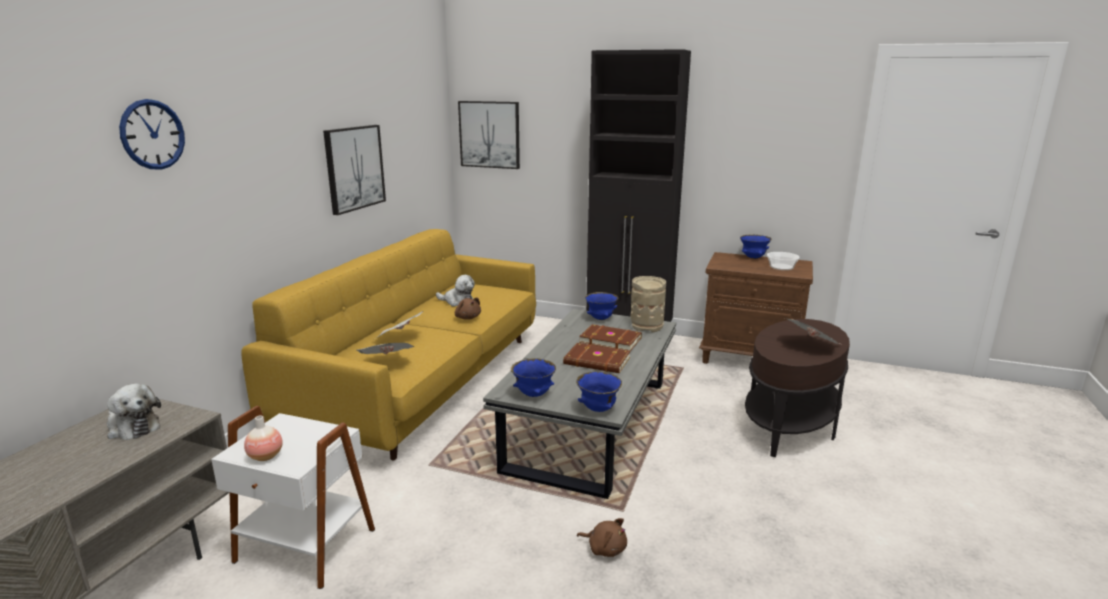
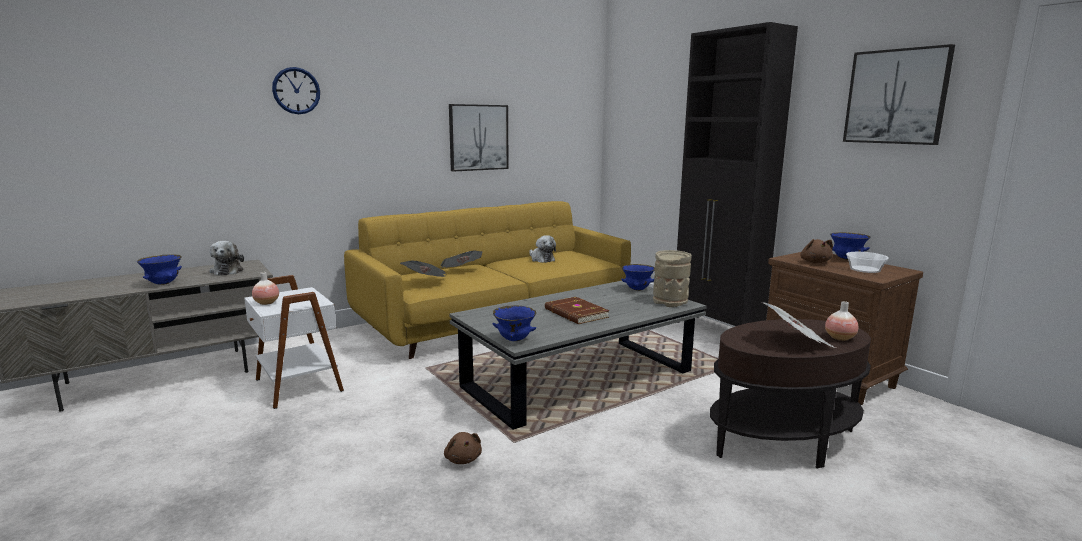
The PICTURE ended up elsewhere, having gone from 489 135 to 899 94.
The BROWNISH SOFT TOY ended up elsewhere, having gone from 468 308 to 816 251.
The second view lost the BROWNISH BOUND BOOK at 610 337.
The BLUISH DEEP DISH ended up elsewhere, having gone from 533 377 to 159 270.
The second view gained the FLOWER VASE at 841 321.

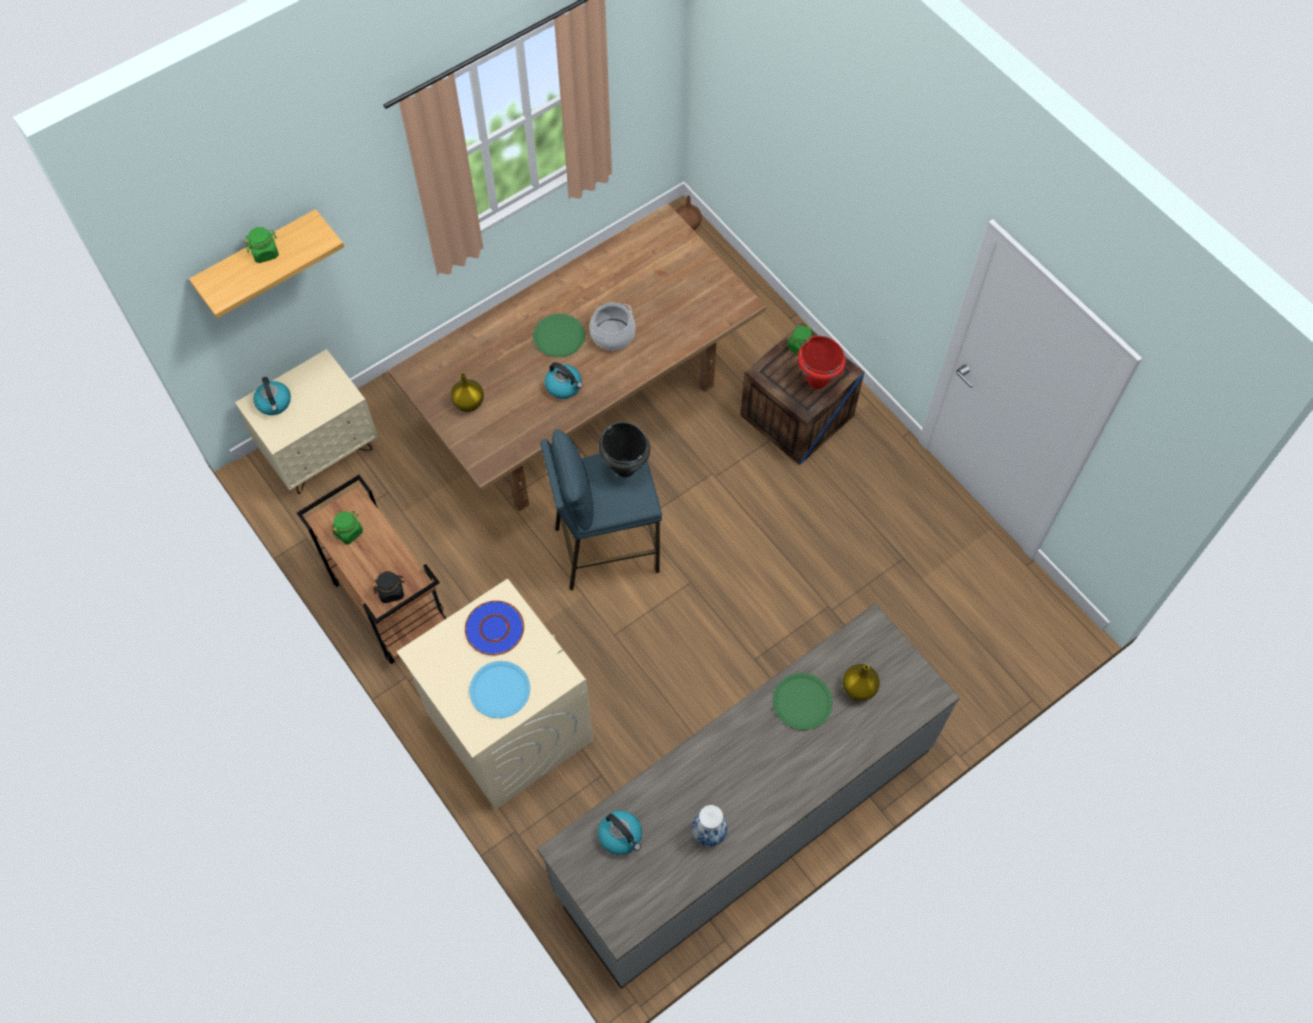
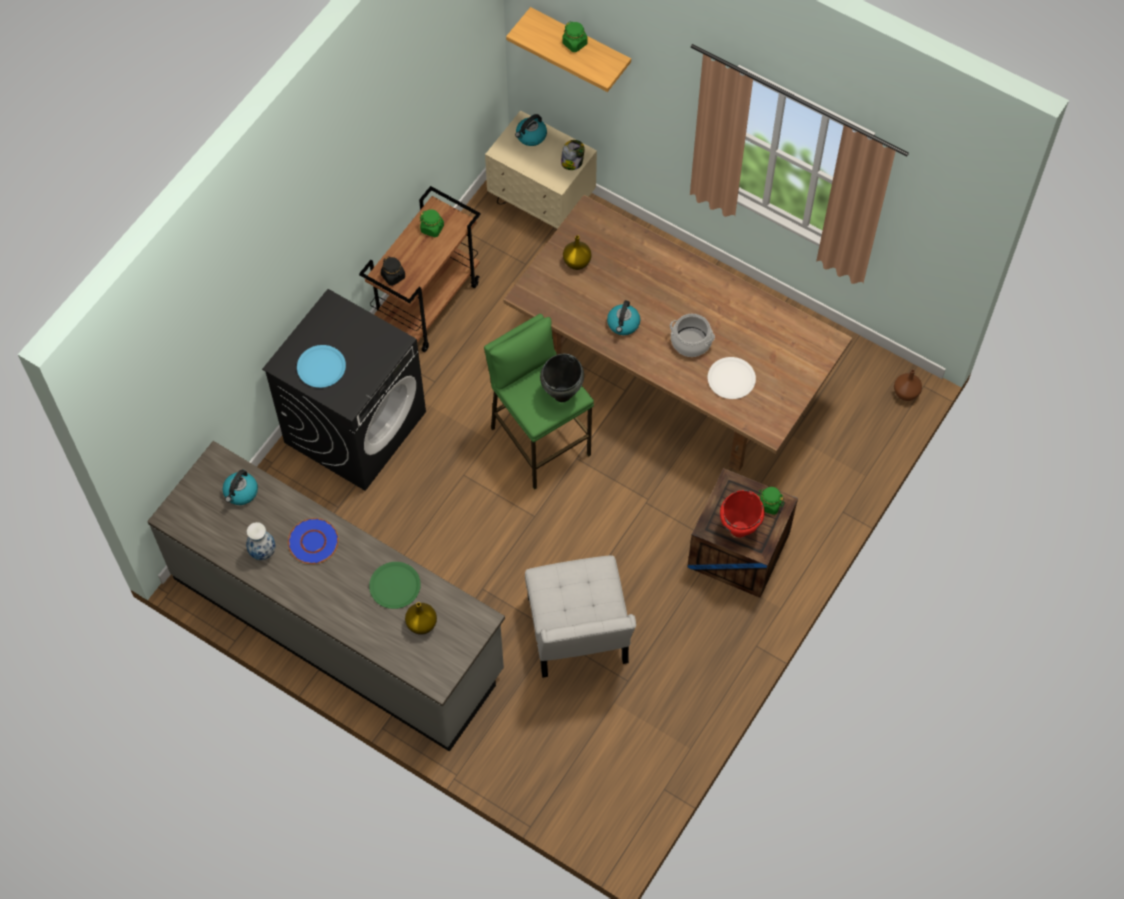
The second view lost the GREEN DINNER PLATE at 559 335.
What was the BLUISH SITTING STOOL at 601 509 turned into the GREEN SITTING STOOL at 539 402.
What was the BEIGE LAUNDRY APPLIANCE at 495 694 turned into the BLACK LAUNDRY APPLIANCE at 344 390.
The BLUISH DINNER PLATE ended up elsewhere, having gone from 494 628 to 313 541.
The second view gained the STORAGE JAR at 573 155.
The second view gained the WHITE DINNER PLATE at 732 378.
The second view gained the WHITE PLAIN CHAIR at 580 616.

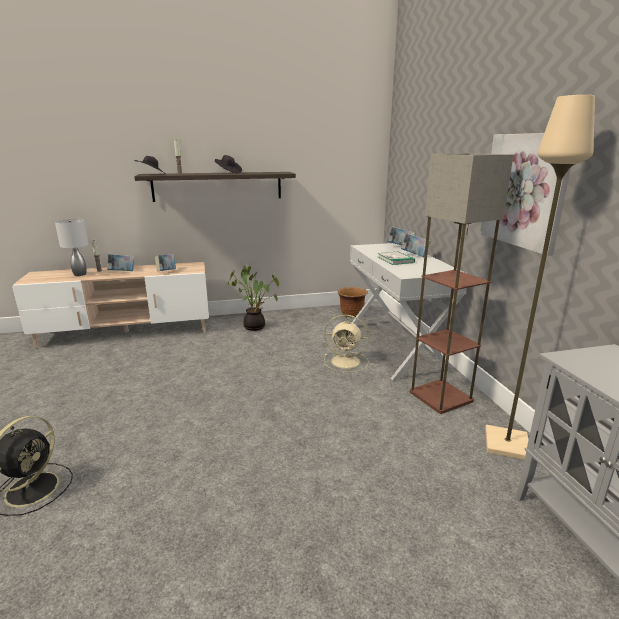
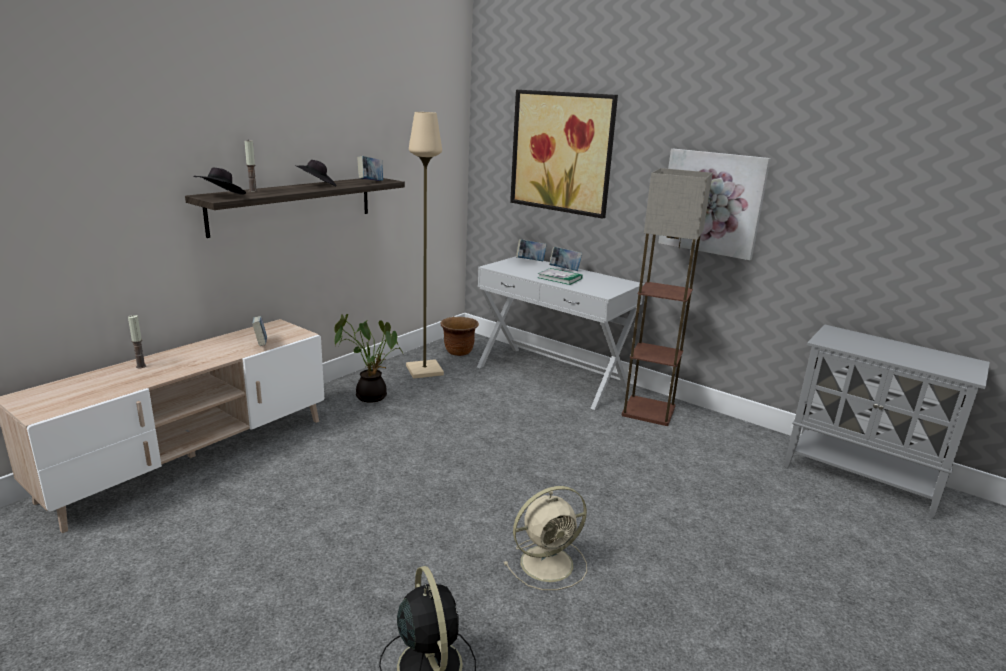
The BEIGE STANDARD LAMP ended up elsewhere, having gone from 540 277 to 425 245.
The second view lost the GREY LAMP FOR A TABLE at 72 247.
The BOUND BOOK ended up elsewhere, having gone from 120 262 to 370 168.
The BEIGE COOLING FAN ended up elsewhere, having gone from 346 343 to 545 538.
The second view gained the PICTURE at 564 154.

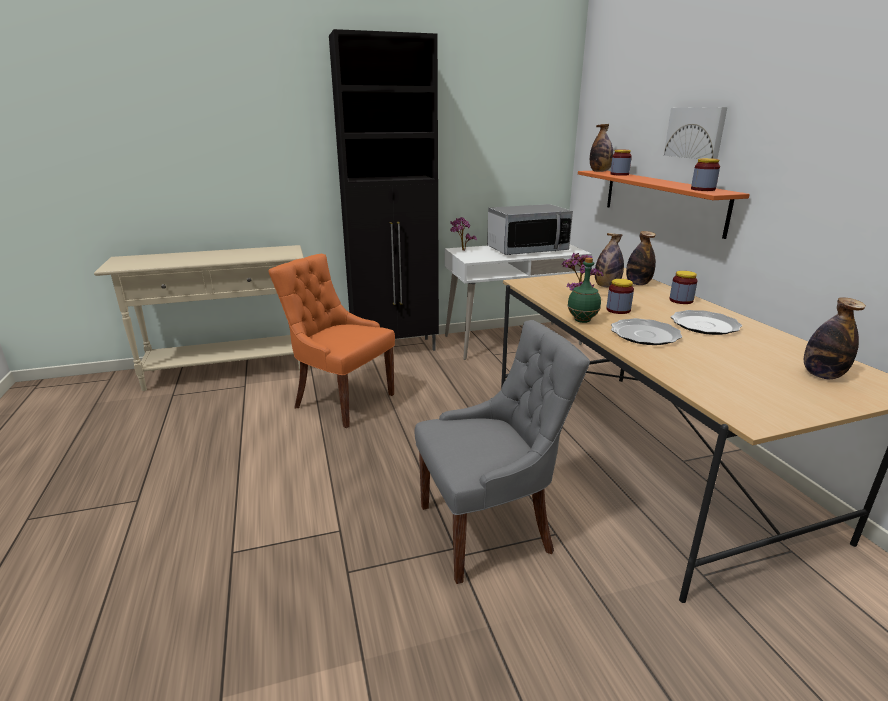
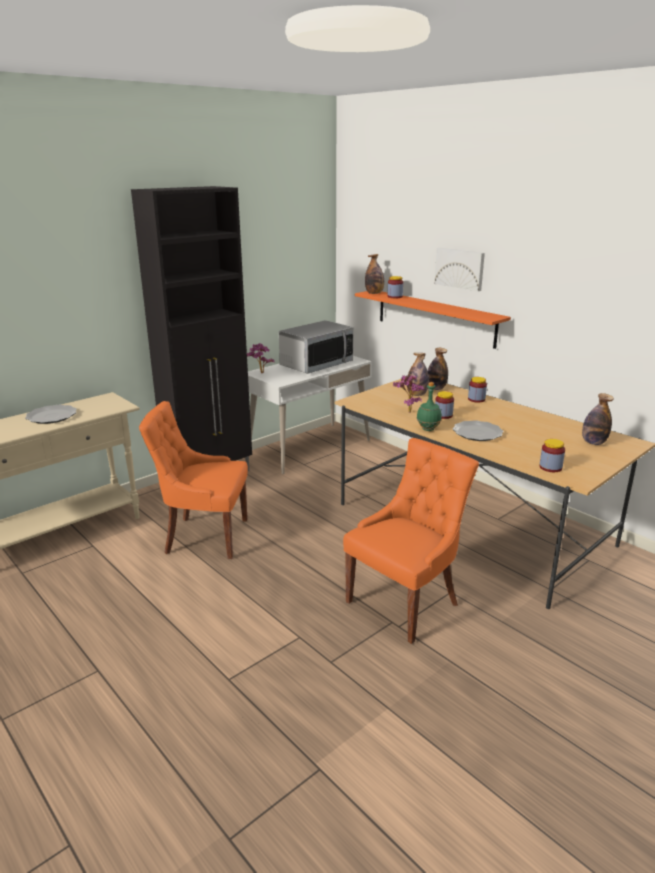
The STORAGE JAR ended up elsewhere, having gone from 705 174 to 552 455.
The DINNER PLATE ended up elsewhere, having gone from 706 322 to 51 414.
What was the GREY PLAIN CHAIR at 502 452 turned into the ORANGEY PLAIN CHAIR at 411 541.

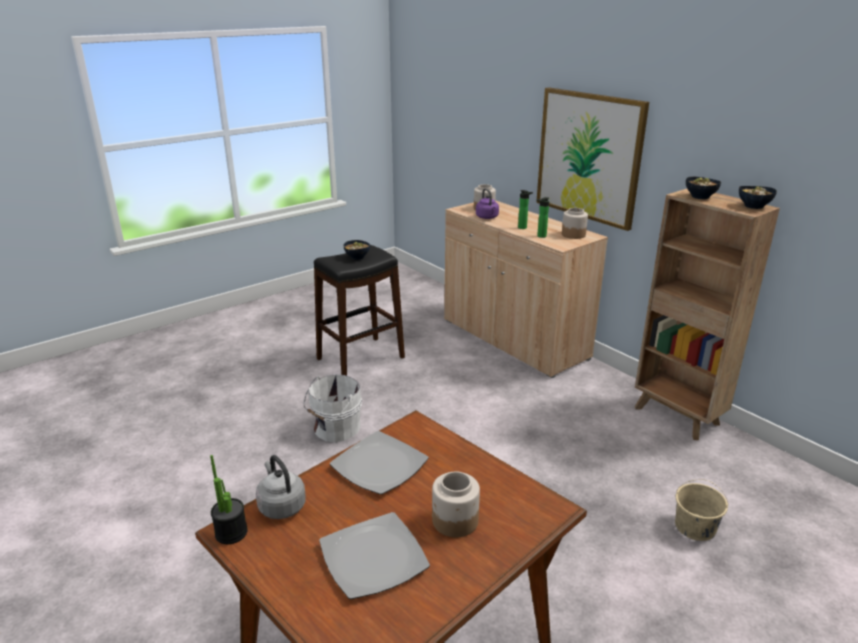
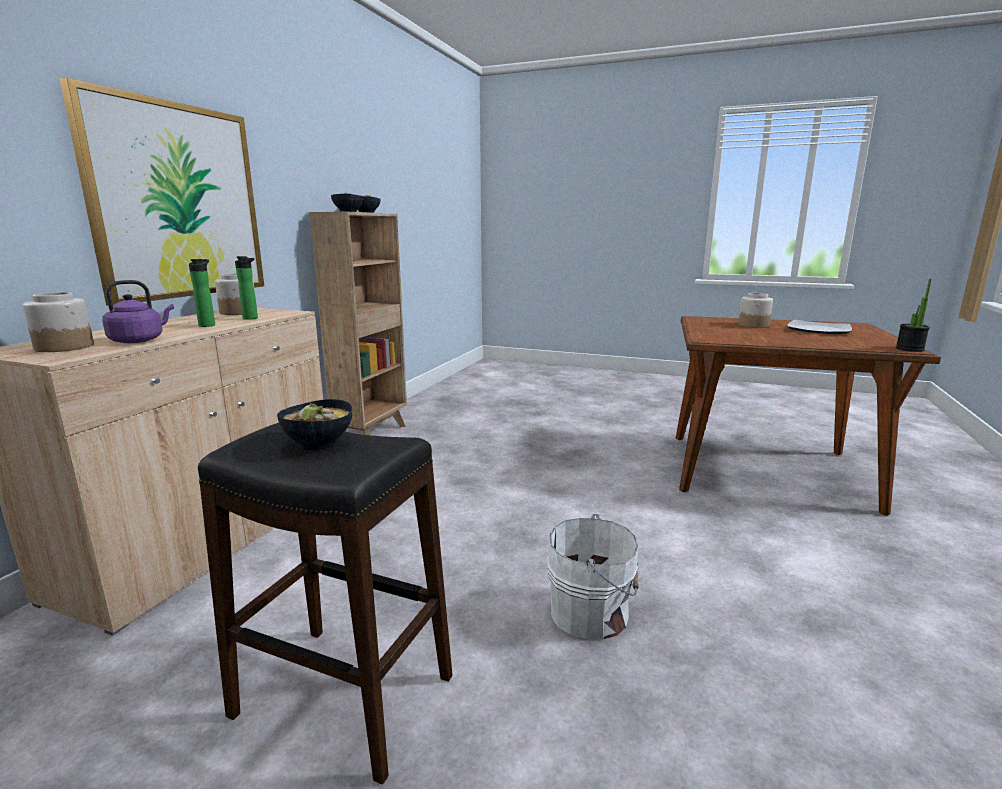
The second view lost the DINNER PLATE at 379 463.
The second view lost the GREY TEA KETTLE at 281 487.
The second view lost the BEIGE PAIL at 701 510.

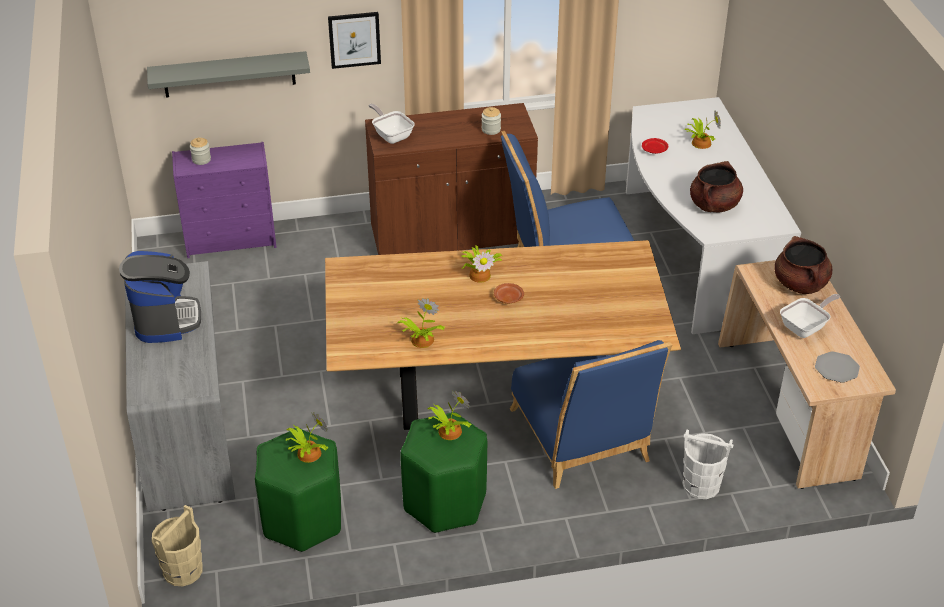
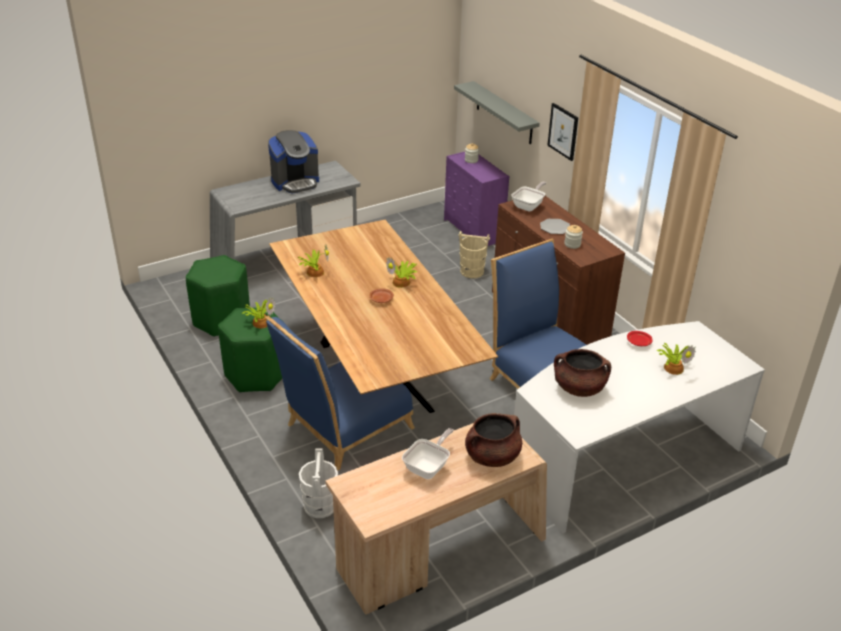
The PAN at 810 316 ended up facing another way, 90 degrees counterclockwise from before.
The DINNER PLATE ended up elsewhere, having gone from 837 367 to 555 226.
The second view lost the PLANT IN A POT at 307 437.
The BEIGE PAIL ended up elsewhere, having gone from 177 545 to 474 254.

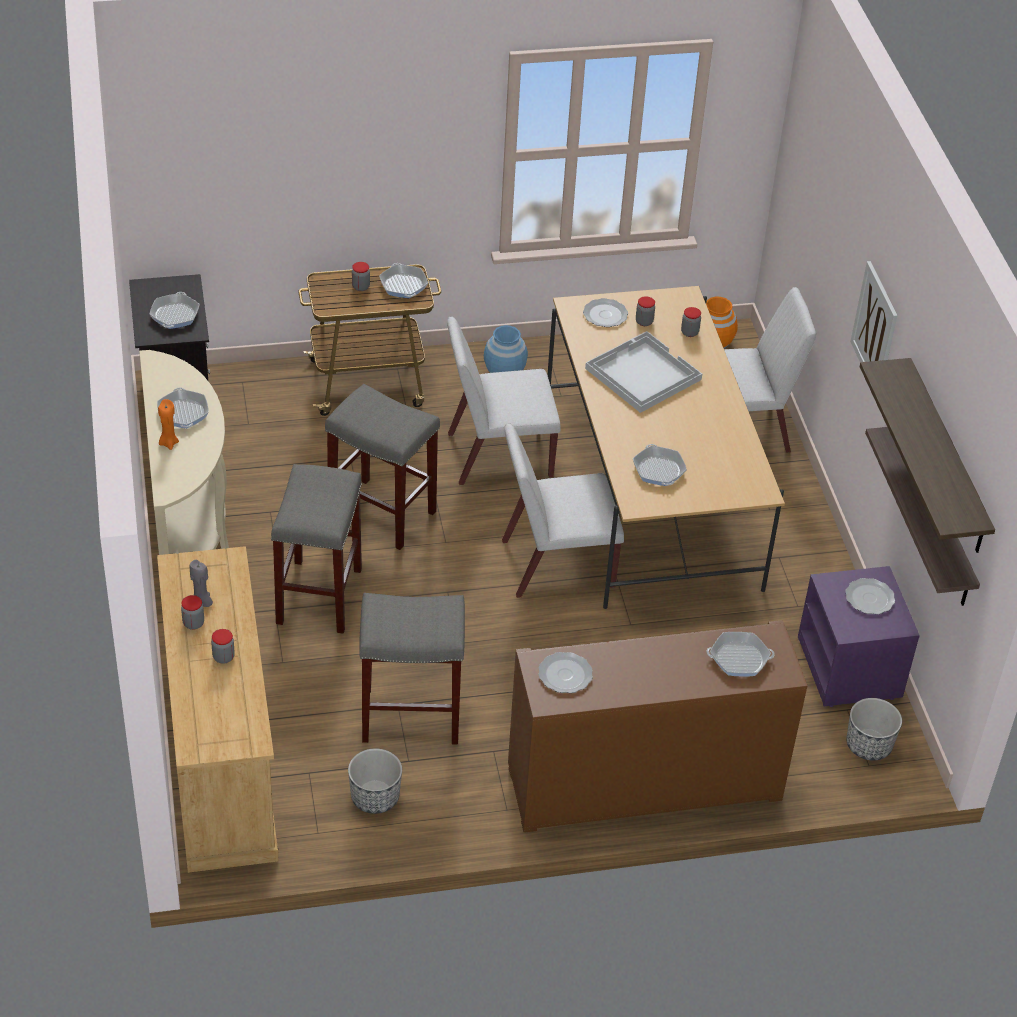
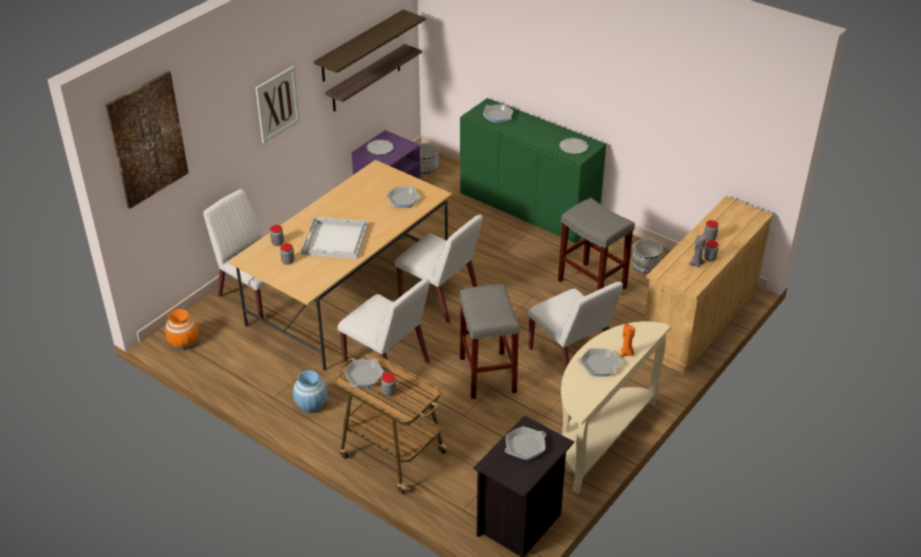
The second view lost the DINNER PLATE at 605 312.
The PAN at 183 408 ended up facing another way, 60 degrees clockwise from before.
Where the GREY SITTING STOOL stood at 316 549, the WHITE PLAIN CHAIR came to stand at 575 326.
What was the BROWNISH CABINET at 657 726 turned into the GREEN CABINET at 533 170.
The second view gained the PICTURE at 147 140.

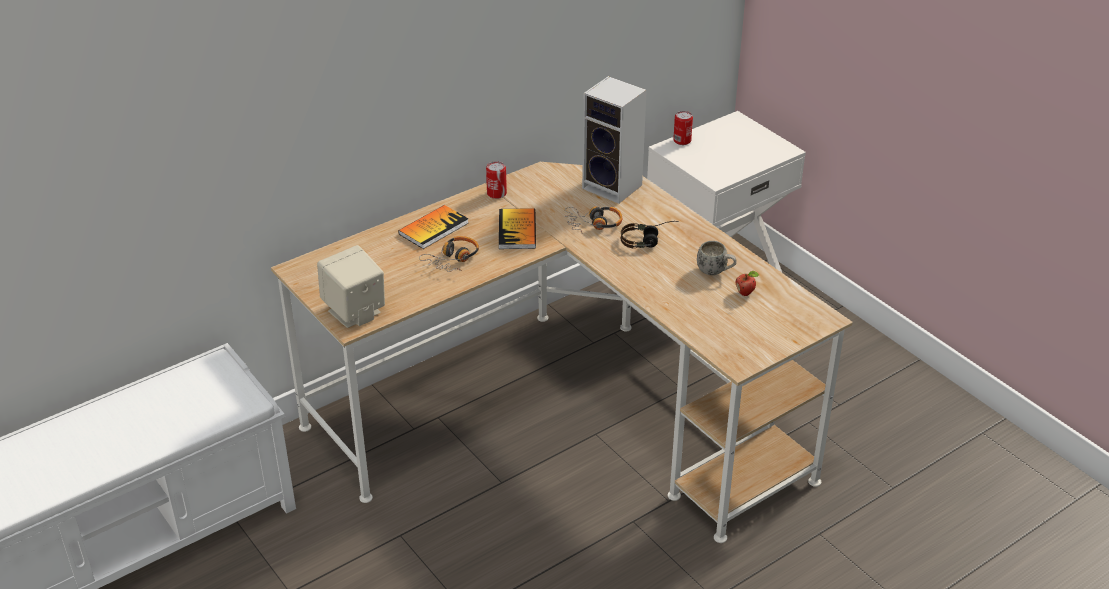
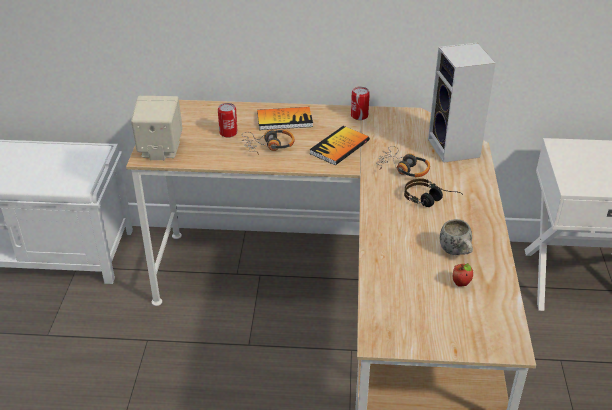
The CAN ended up elsewhere, having gone from 683 128 to 228 120.

